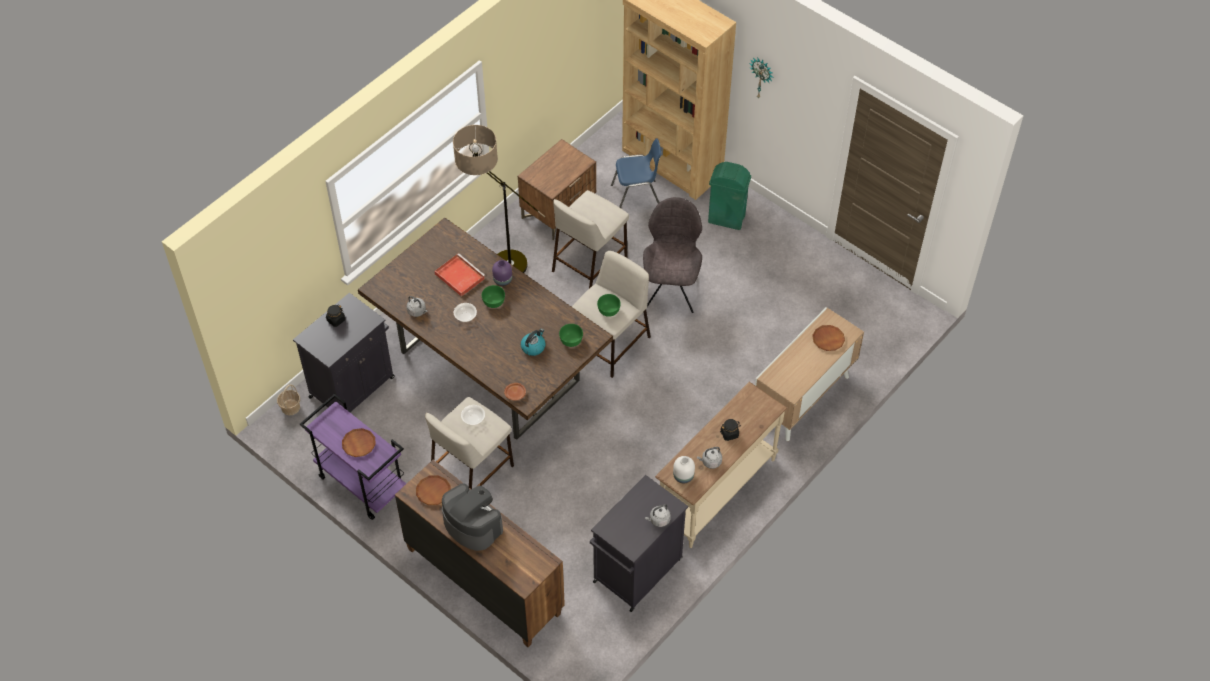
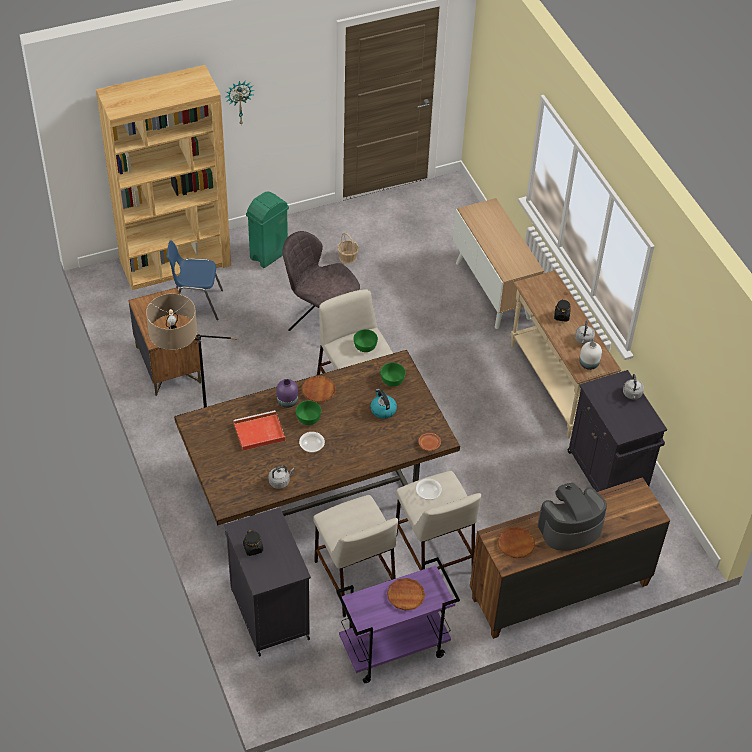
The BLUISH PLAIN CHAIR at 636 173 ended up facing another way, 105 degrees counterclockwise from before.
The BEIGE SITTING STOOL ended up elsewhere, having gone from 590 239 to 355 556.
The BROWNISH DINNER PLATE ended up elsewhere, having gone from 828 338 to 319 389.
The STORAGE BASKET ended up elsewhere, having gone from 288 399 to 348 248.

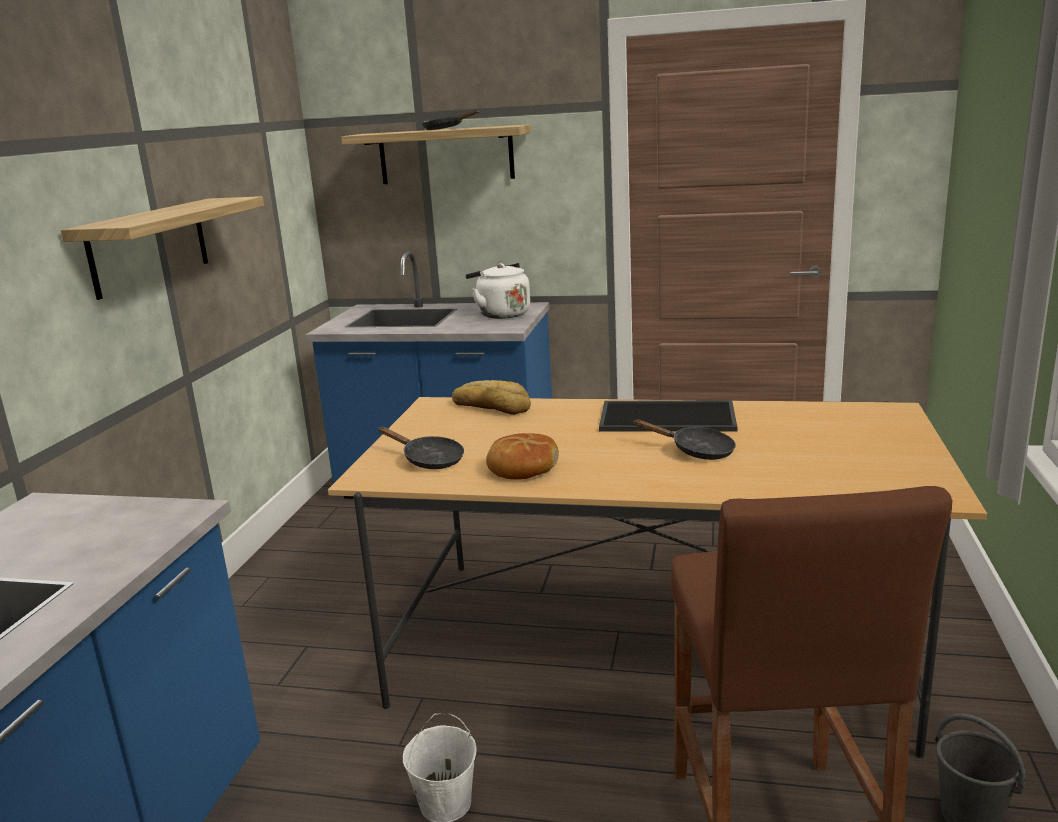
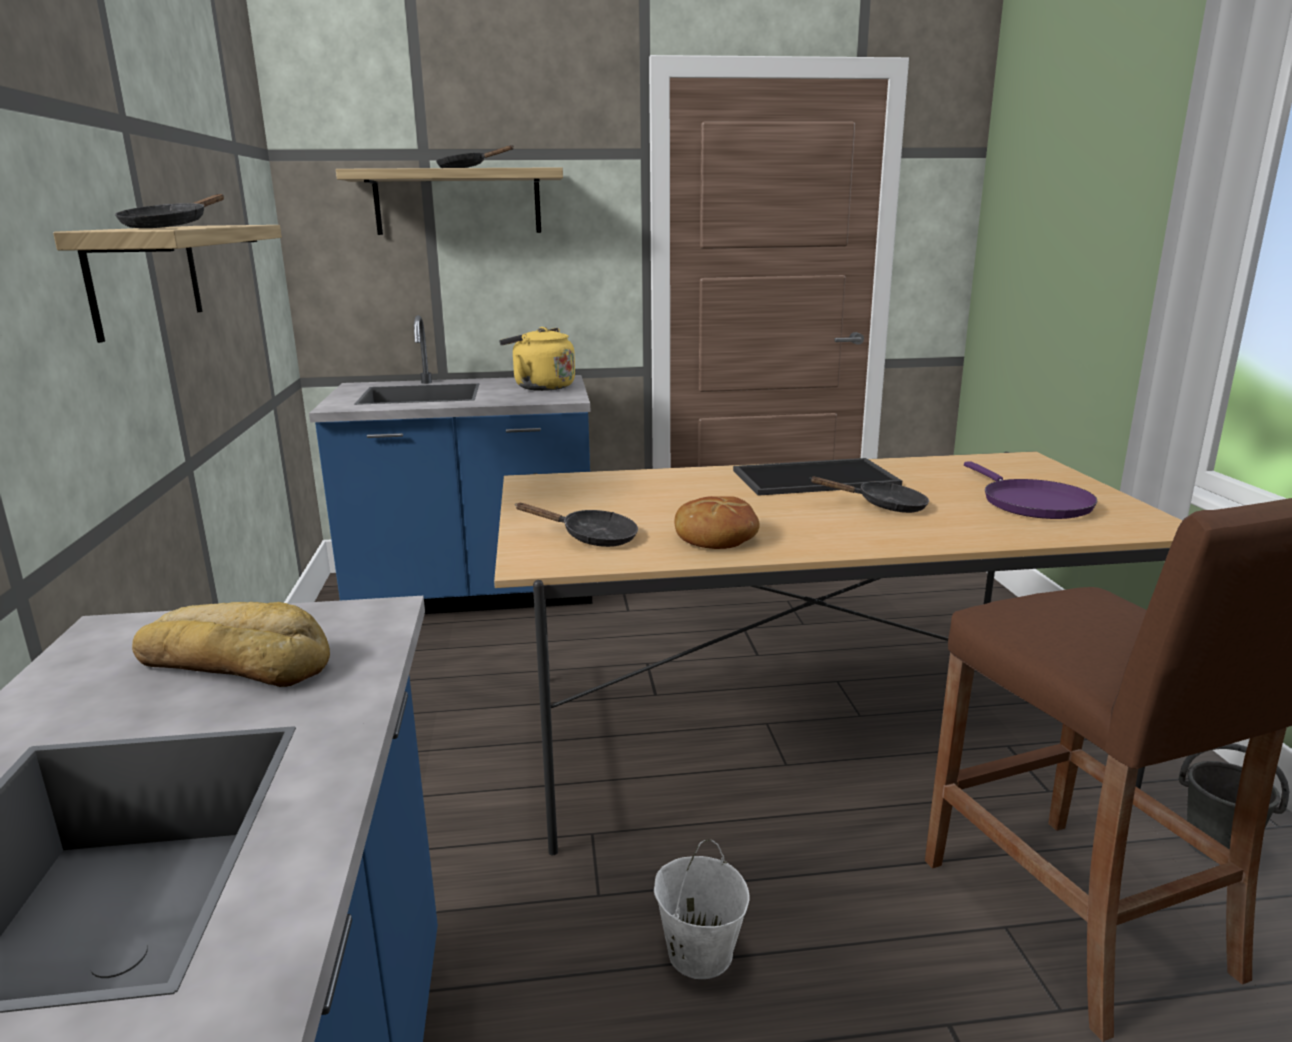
What was the WHITE TEA KETTLE at 497 291 turned into the YELLOW-COLOURED TEA KETTLE at 537 359.
The BREAD ended up elsewhere, having gone from 491 397 to 231 644.
The second view gained the BLACK PAN at 169 211.
The second view gained the PURPLISH PAN at 1030 490.

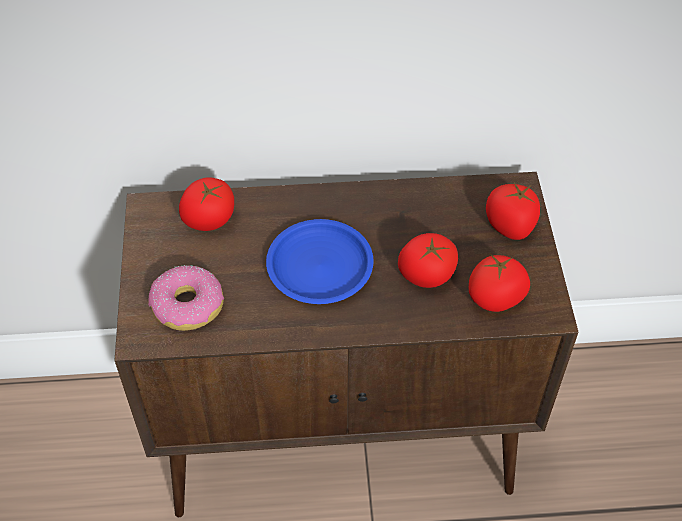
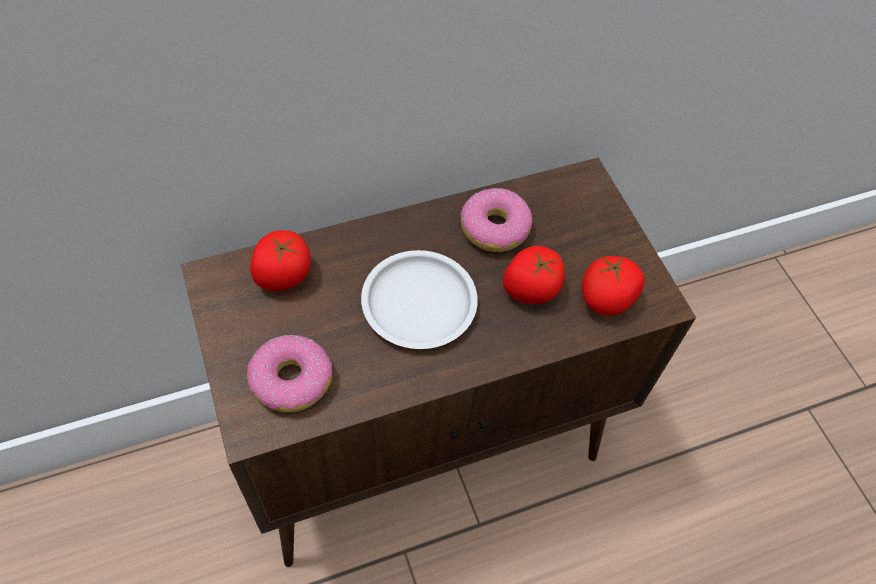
The second view lost the WHOLE TOMATO at 513 211.
What was the BLUISH DINNER PLATE at 320 261 turned into the WHITE DINNER PLATE at 419 299.
The second view gained the RING DOUGHNUT at 496 220.

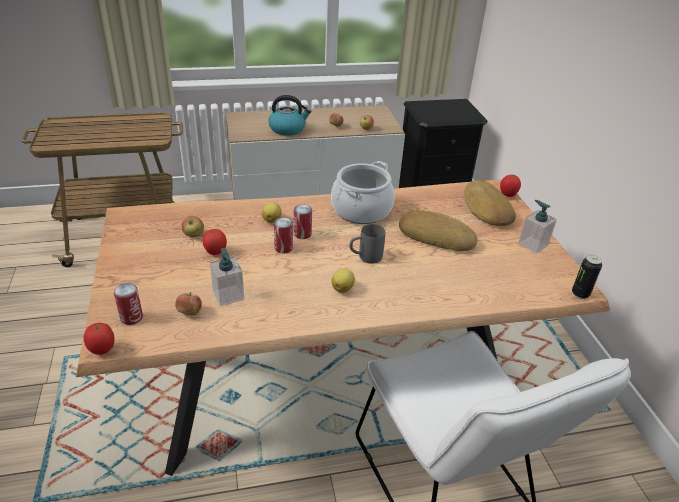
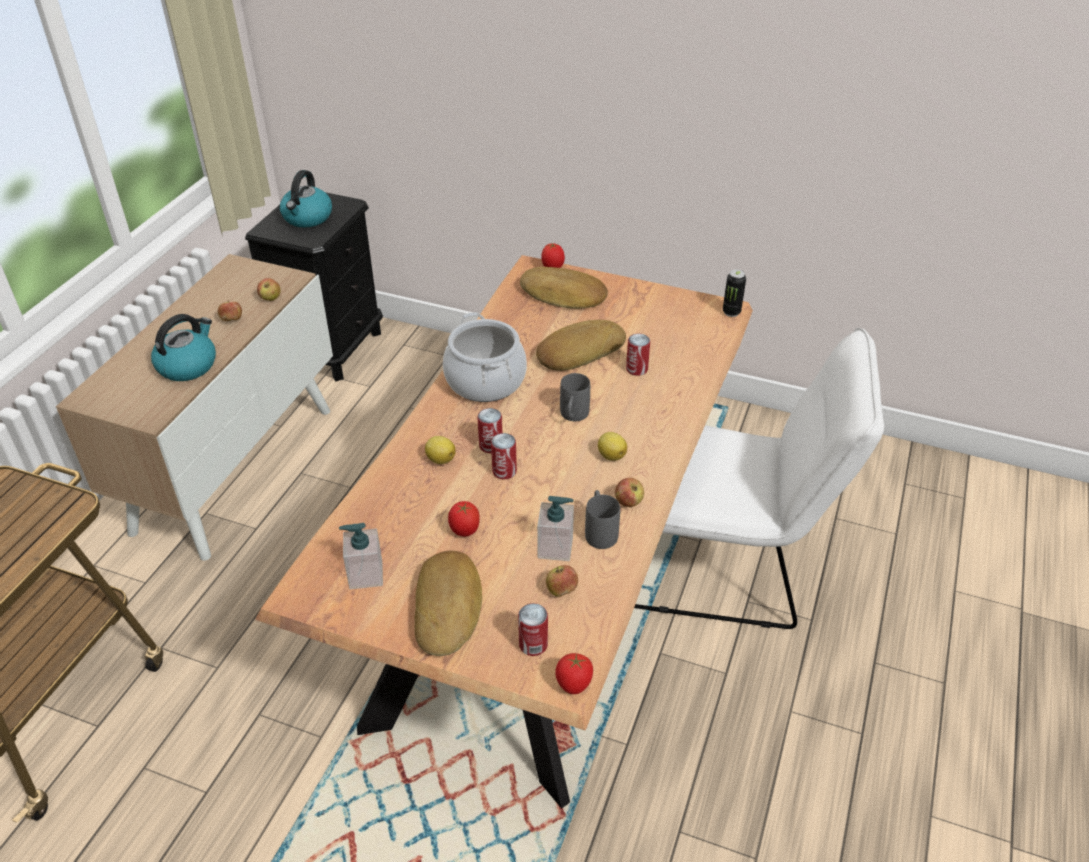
The SOAP BOTTLE ended up elsewhere, having gone from 537 227 to 361 556.
The WHOLE APPLE ended up elsewhere, having gone from 193 226 to 629 492.
The second view gained the TEA KETTLE at 306 199.
The second view gained the CAN at 638 355.
The second view gained the GREY TEA MUG at 602 519.
The second view gained the BREAD at 448 603.

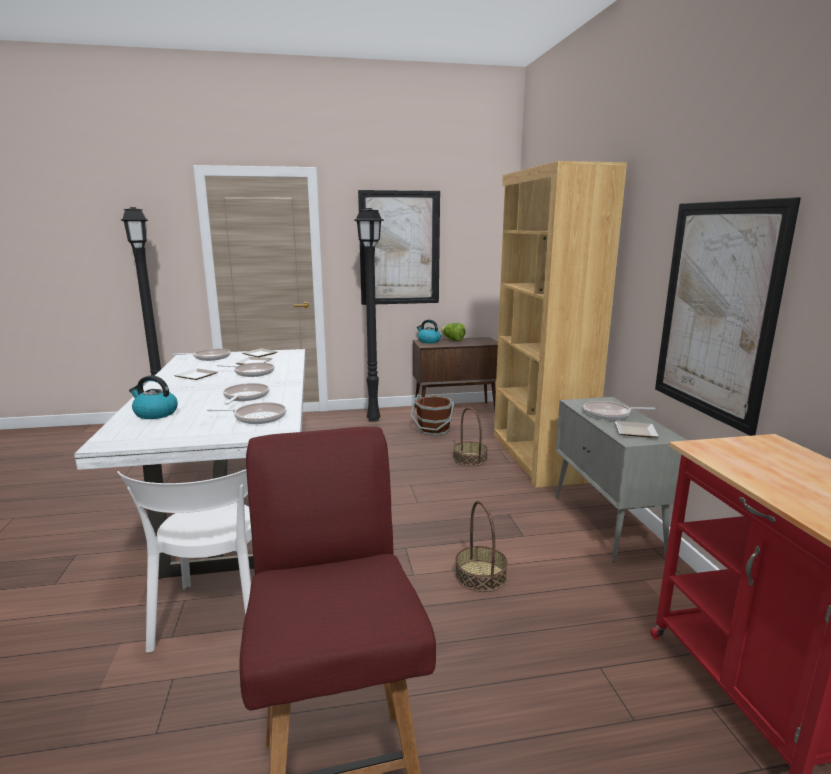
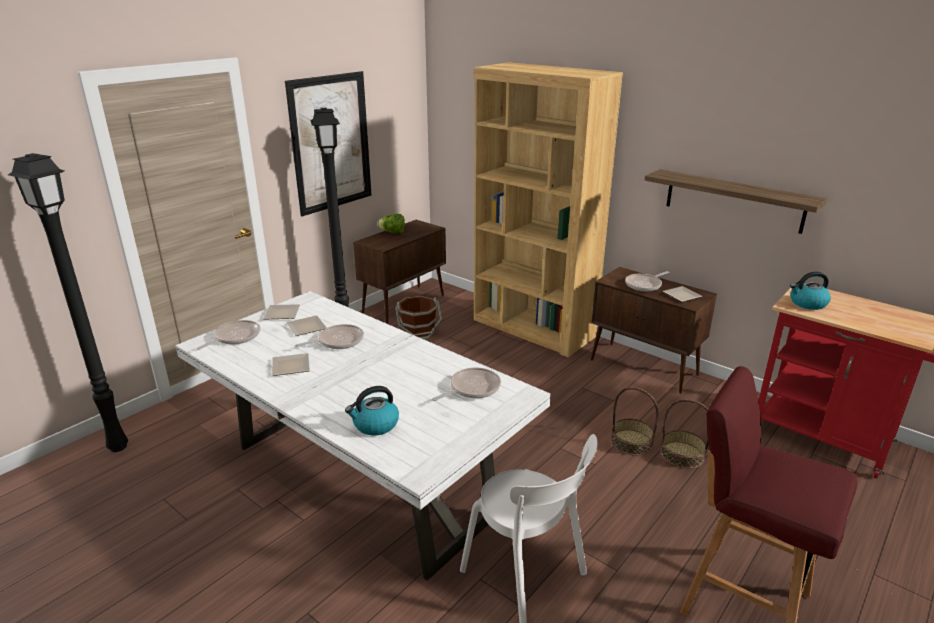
Where the PICTURE hung at 728 316, the BRACKET SHELF came to hang at 736 201.
The TEA KETTLE ended up elsewhere, having gone from 429 331 to 810 290.
The second view lost the PAN at 246 394.
What was the GREY CABINET at 621 479 turned into the BROWNISH CABINET at 654 330.
The STORAGE BASKET ended up elsewhere, having gone from 470 437 to 684 434.

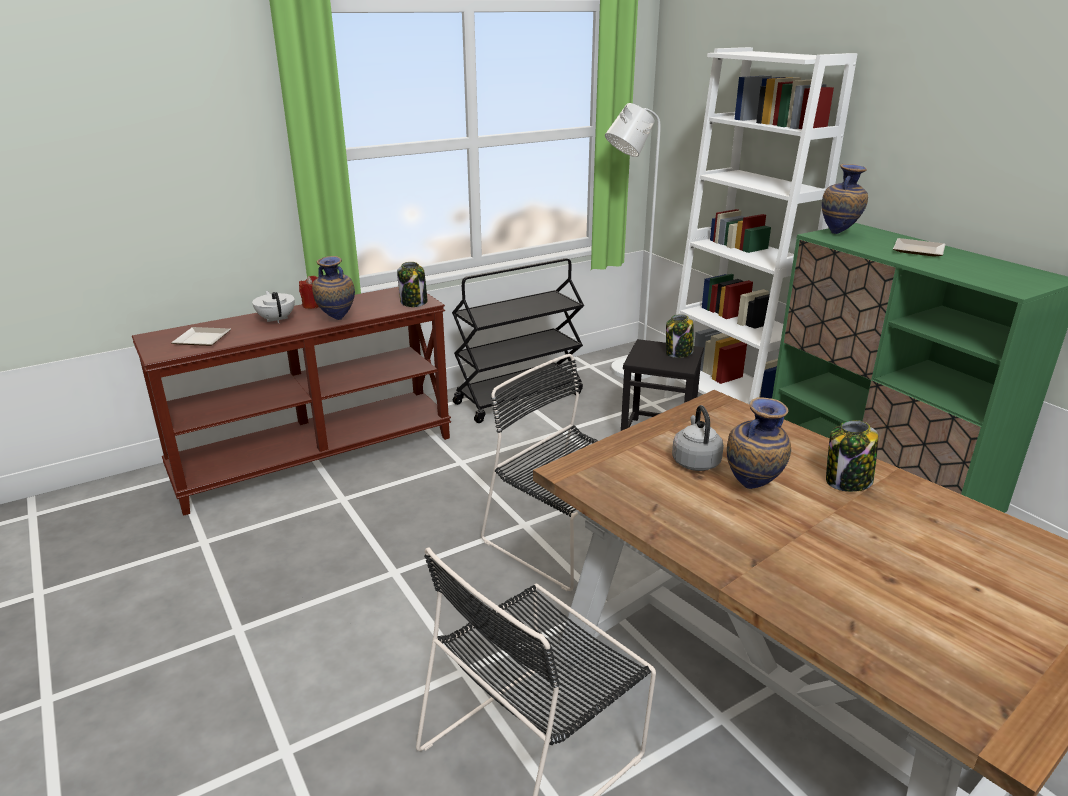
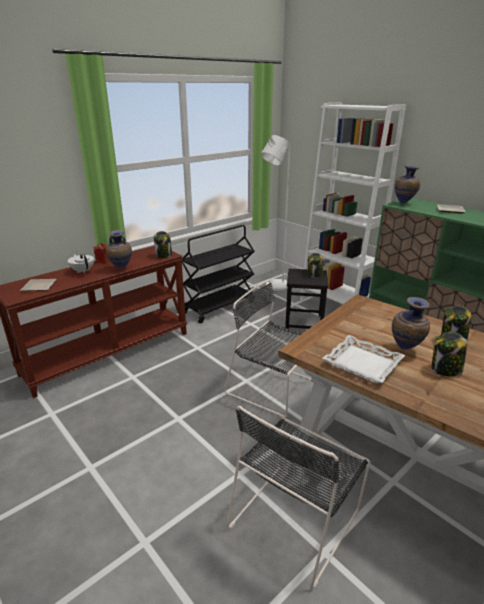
The second view lost the GREY TEA KETTLE at 698 438.
The second view gained the STORAGE JAR at 449 354.
The second view gained the WHITE CARRYING TRAY at 363 359.

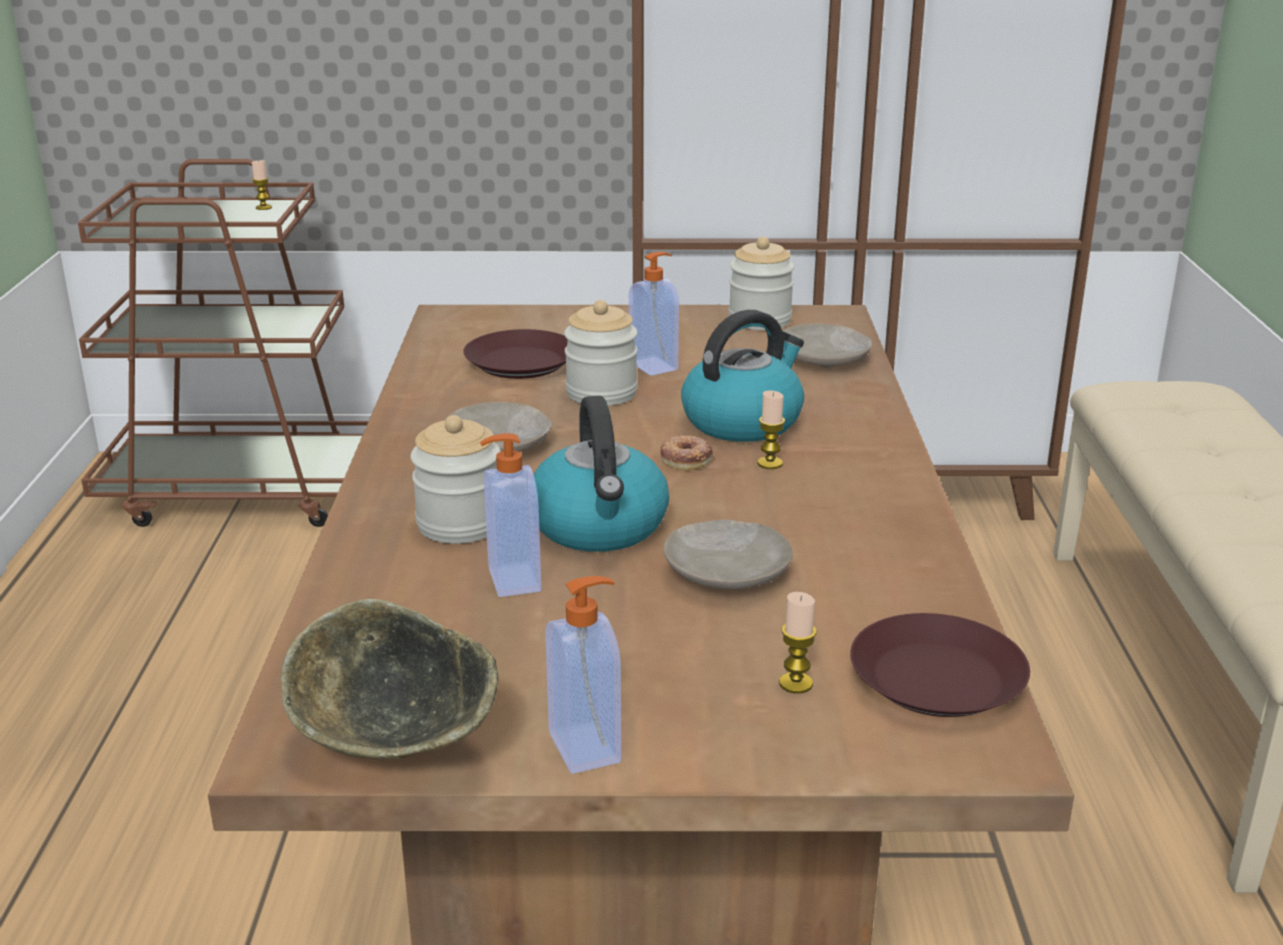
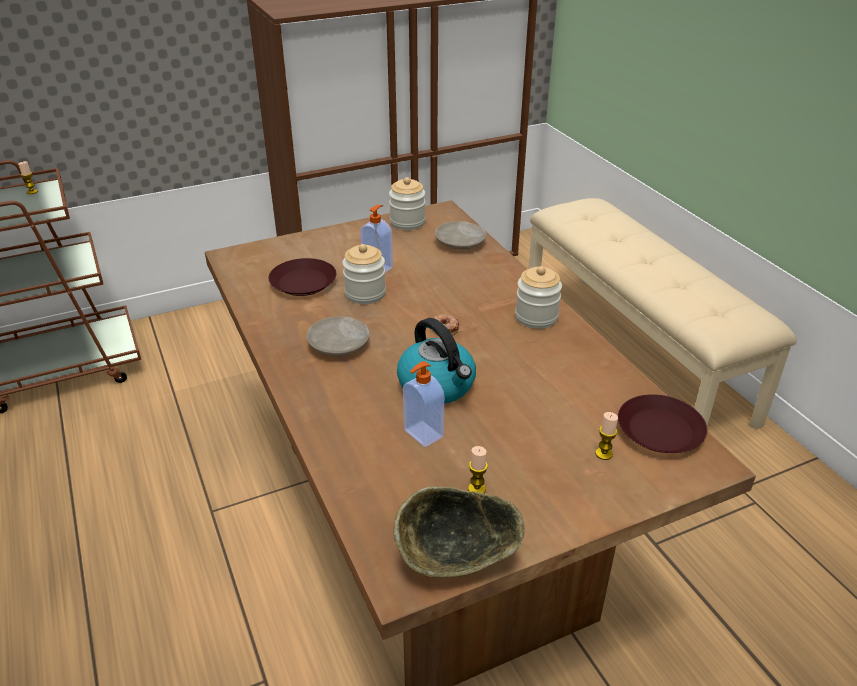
The second view lost the TEA KETTLE at 742 376.
The WAX CANDLE ended up elsewhere, having gone from 771 429 to 478 469.
The STORAGE JAR ended up elsewhere, having gone from 455 479 to 538 297.
The second view lost the BEIGE DINNER PLATE at 728 554.
The second view lost the SOAP BOTTLE at 583 675.

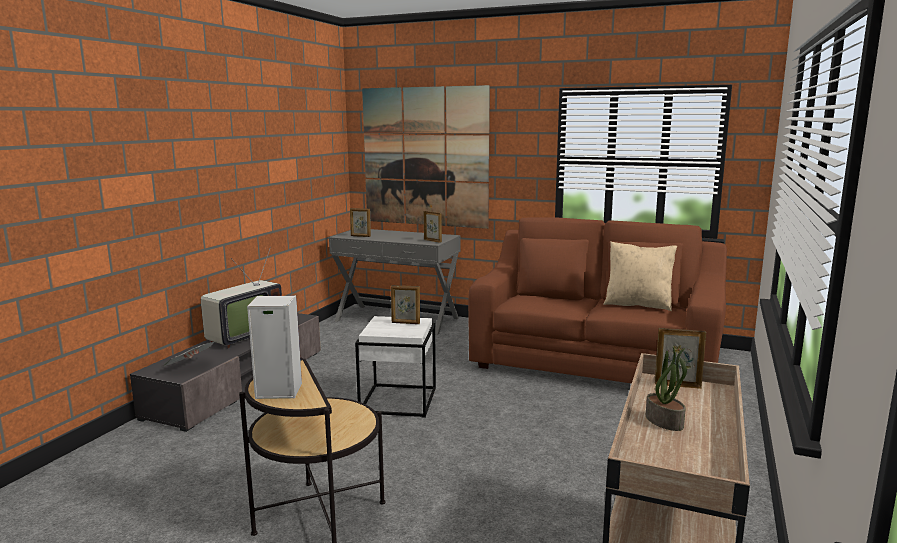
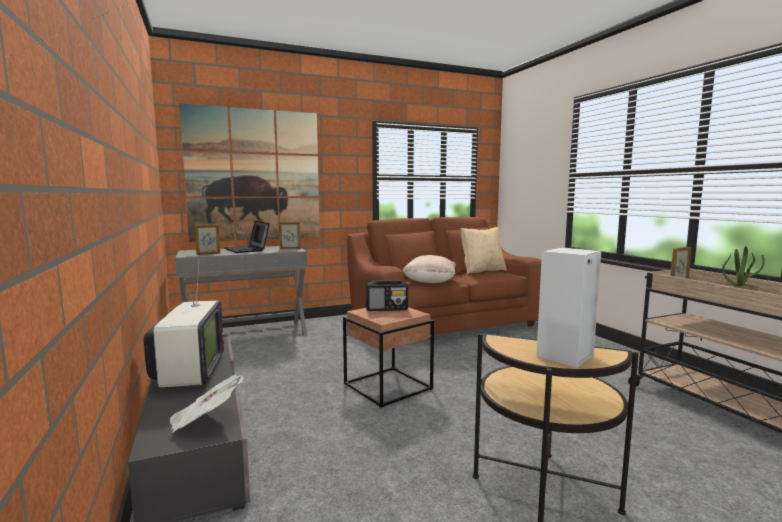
Where the STANDING FRAME stood at 405 304, the RADIO came to stand at 387 295.
What was the WHITE END TABLE at 395 367 turned into the BROWNISH END TABLE at 388 357.
The second view gained the PORTABLE COMPUTER at 246 237.
The second view gained the BEIGE PILLOW at 429 269.

